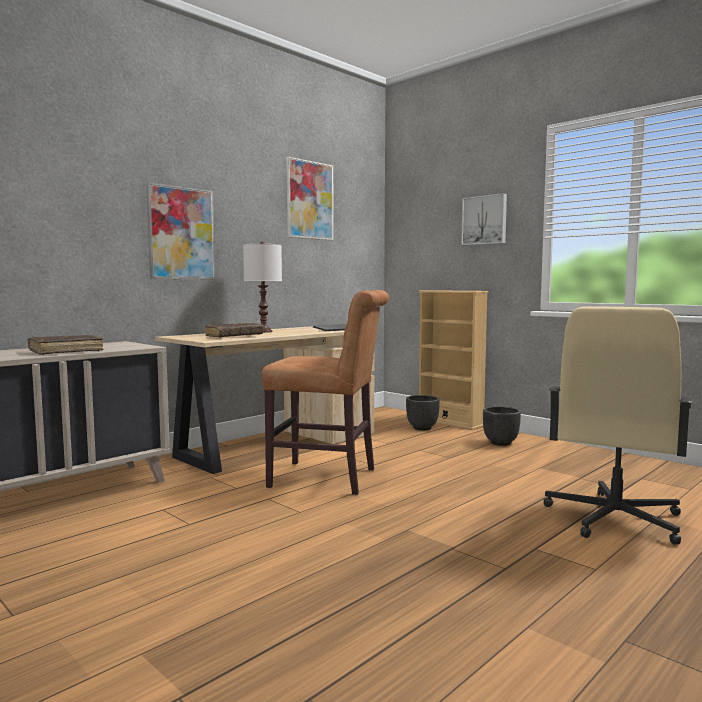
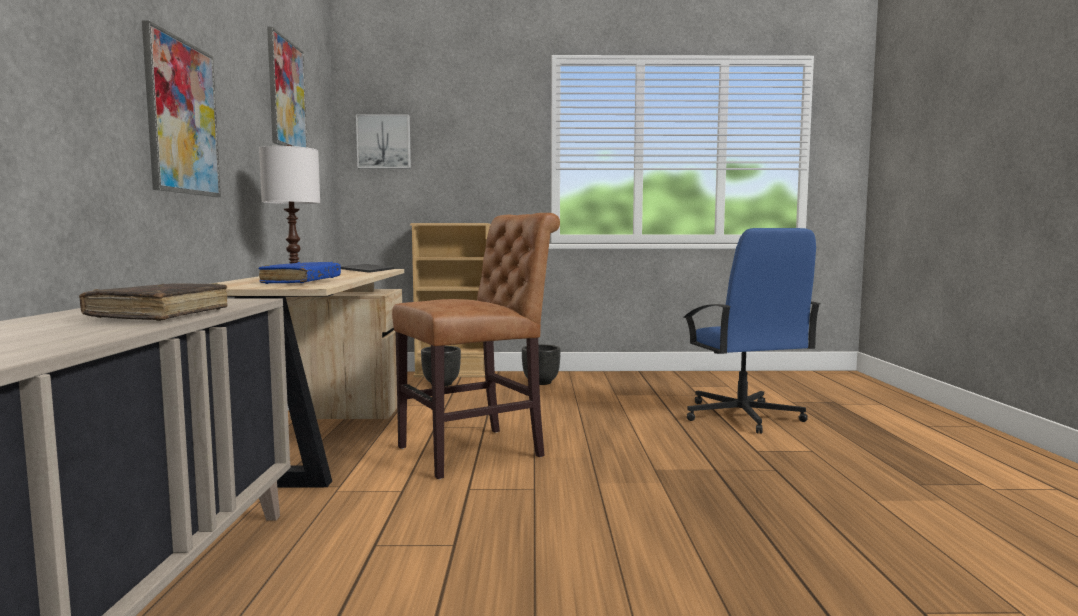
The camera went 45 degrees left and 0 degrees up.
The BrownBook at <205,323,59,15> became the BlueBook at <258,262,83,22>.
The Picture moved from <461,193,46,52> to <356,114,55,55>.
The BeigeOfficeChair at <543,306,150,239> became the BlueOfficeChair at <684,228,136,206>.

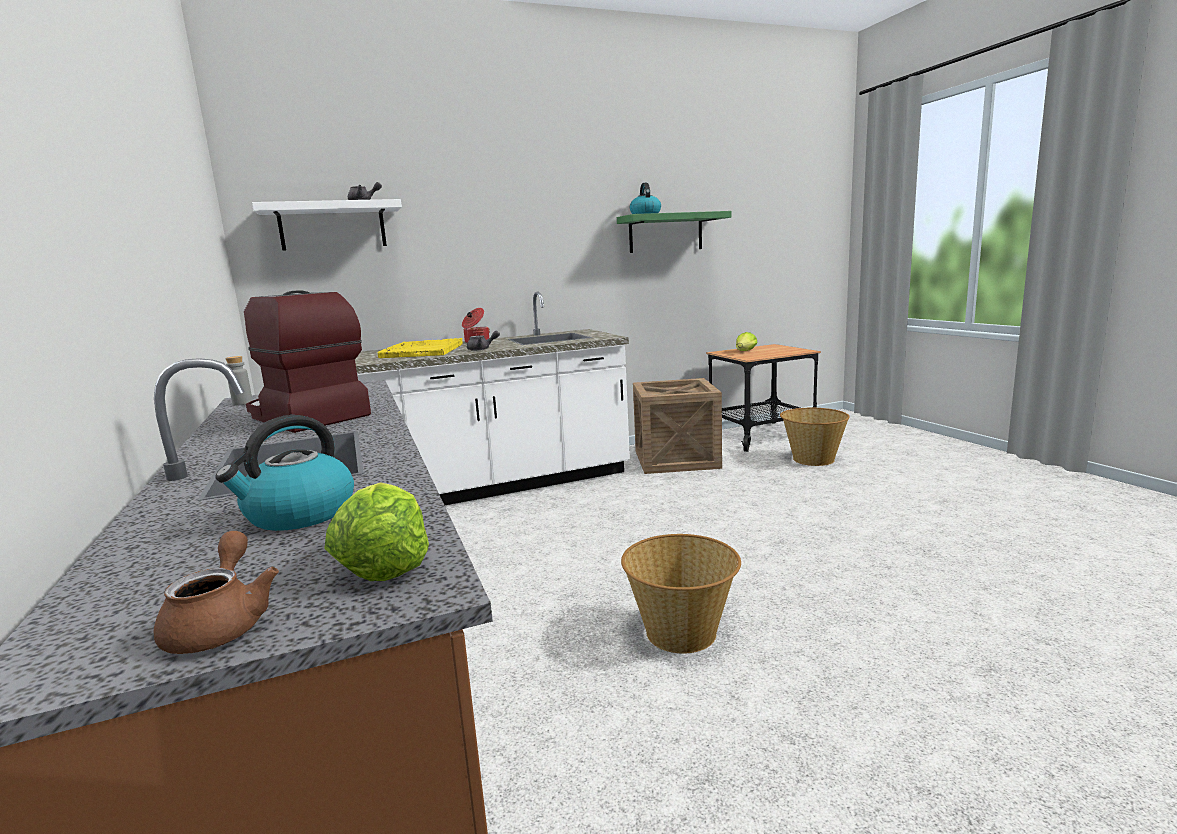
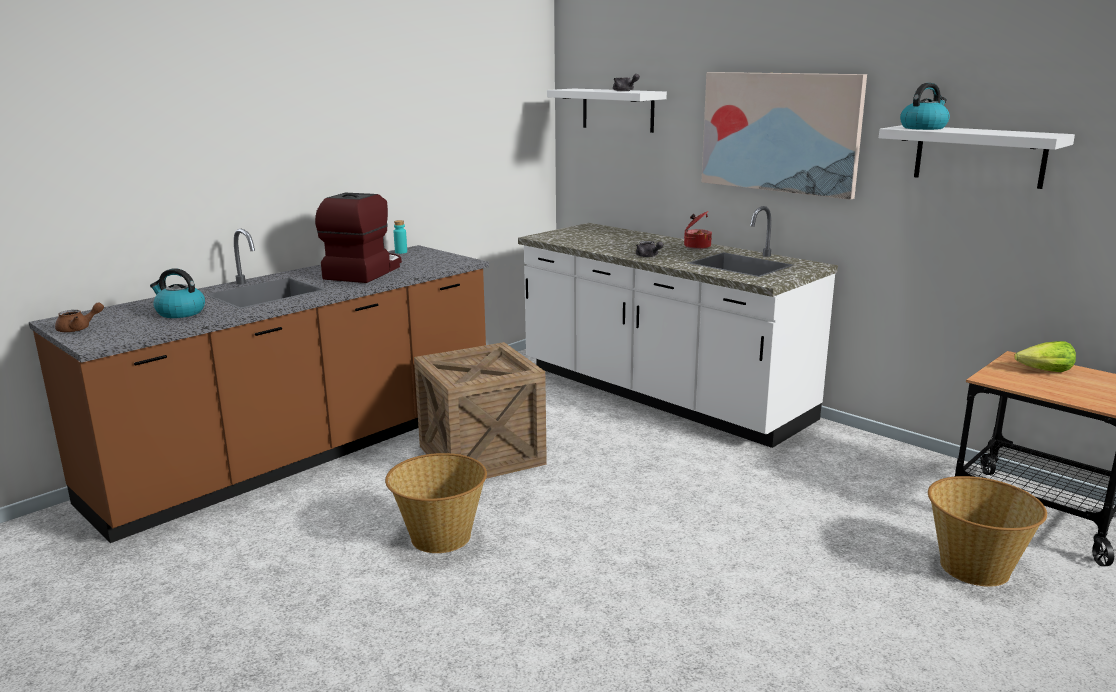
The camera went 65 degrees right and 5 degrees up.
The GreyBottle at <225,356,28,50> became the TurquoiseBottle at <394,220,13,34>.
The Lettuce at <324,482,105,99> disappeared.
The YellowTray at <378,338,85,20> disappeared.
The GreenShelf at <617,211,114,42> became the WhiteShelf at <879,125,196,64>.
The Crate moved from <633,378,89,96> to <414,342,133,137>.
The Picture at <702,72,165,128> appeared.

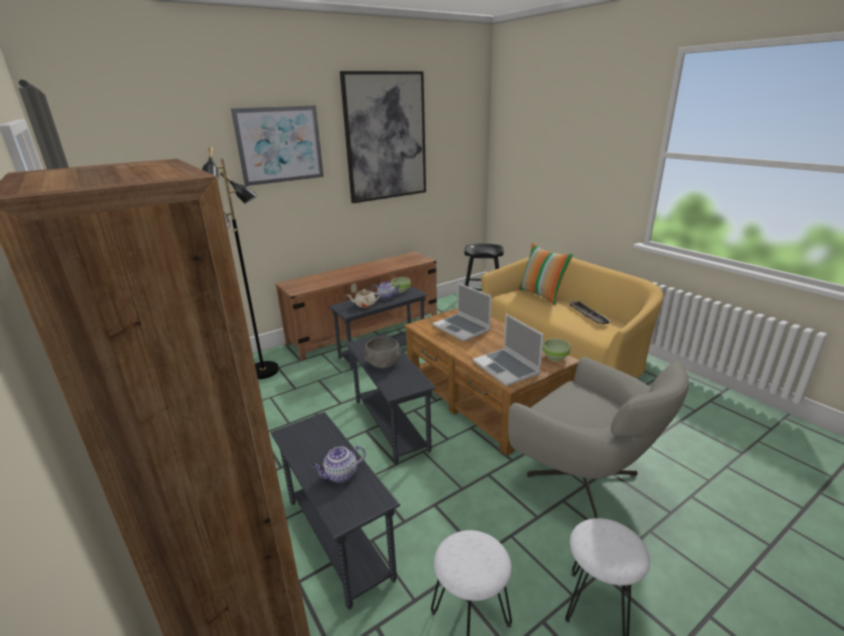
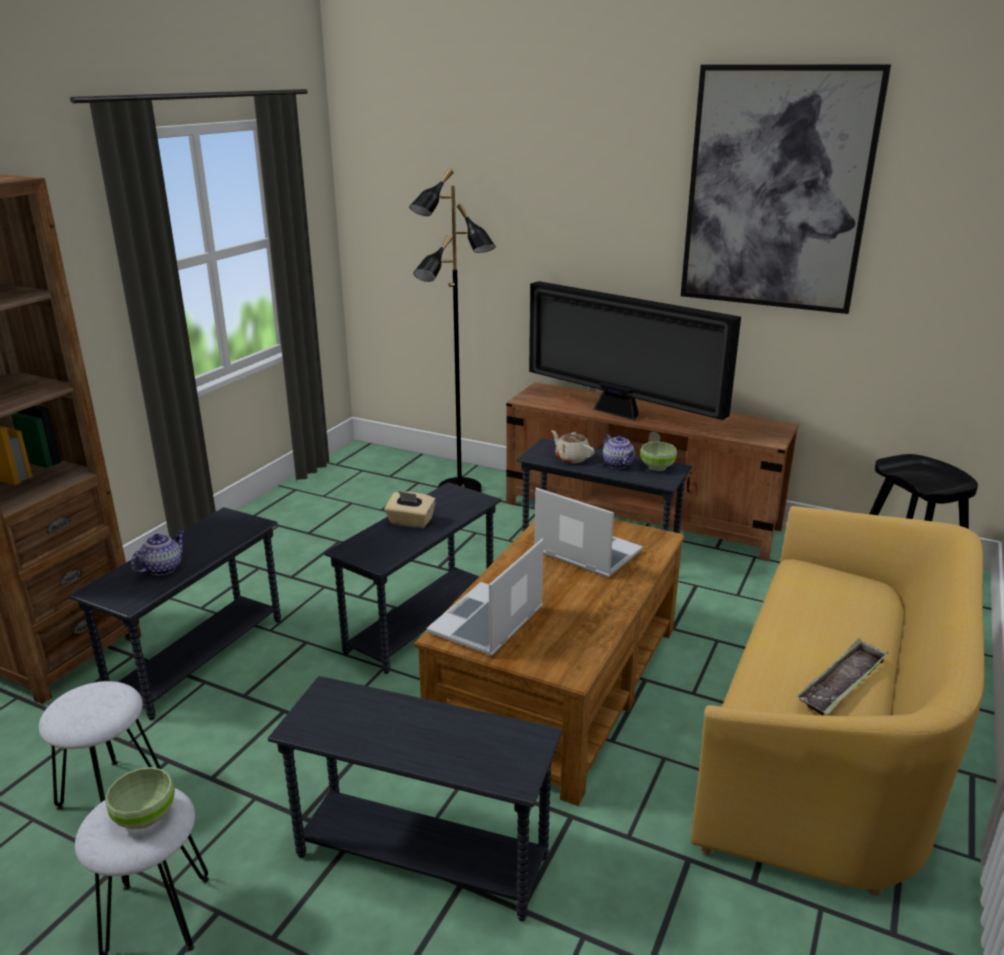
The camera went 60 degrees right and 0 degrees up.
The Picture at <231,105,93,81> disappeared.
The Teapot at <312,446,54,37> turned 90 degrees clockwise.
The GreyBowl at <364,337,37,32> was replaced by the BeigeTissueBox at <384,491,52,37>.
The Laptop at <432,283,60,58> turned 105 degrees clockwise.
The GreyArmchair at <508,357,181,161> was replaced by the GreySideTable at <268,676,294,245>.
The Pillow at <518,243,55,62> disappeared.
The GreenBowl moved from <543,339,28,22> to <105,767,70,62>.
The Television at <529,281,212,140> appeared.

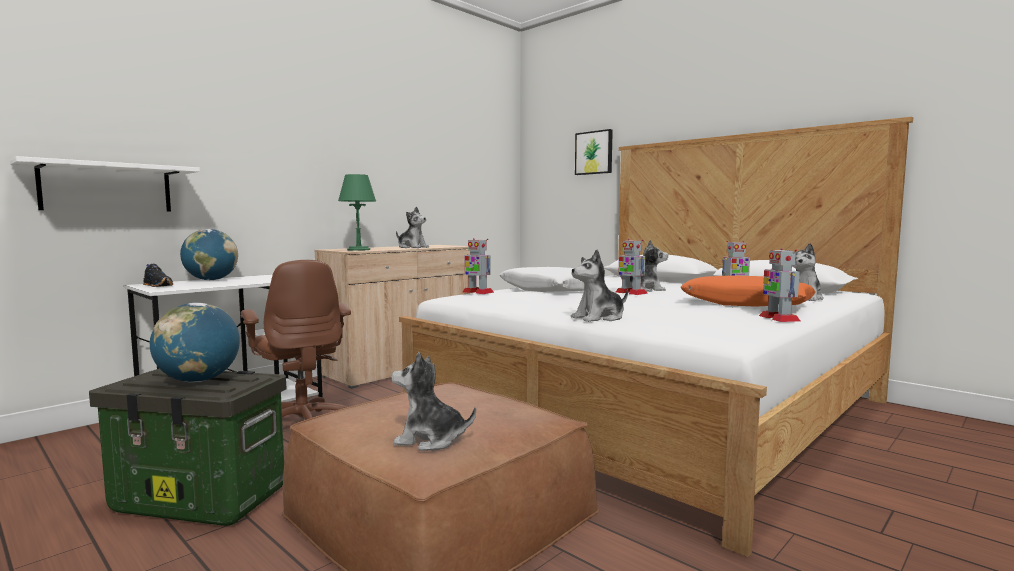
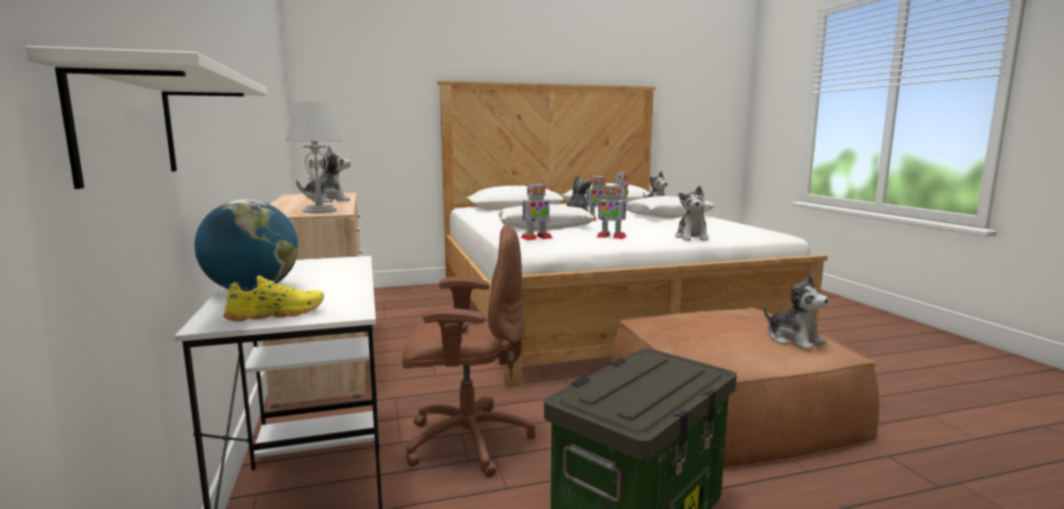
The camera went 60 degrees left and 5 degrees up.
The BlackShoe at <143,264,30,23> became the YellowShoe at <222,275,102,47>.
The Globe at <150,303,90,79> disappeared.
The GreenTableLamp at <338,174,38,77> became the GreyTableLamp at <286,102,56,111>.
The PlushToy at <391,352,85,99> turned 75 degrees counterclockwise.
The Picture at <575,129,38,46> disappeared.
The OrangePillow at <681,276,135,31> became the WhitePillow at <626,196,89,23>.
The ToyRobot moved from <759,248,41,74> to <597,184,30,55>.

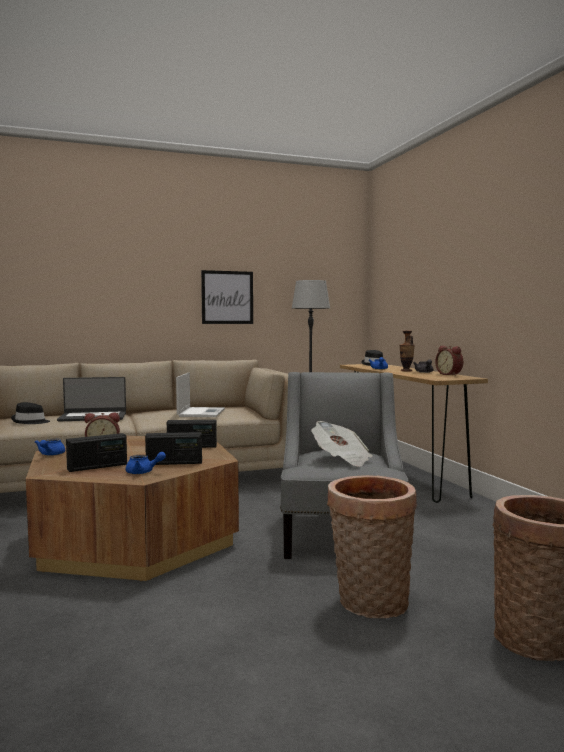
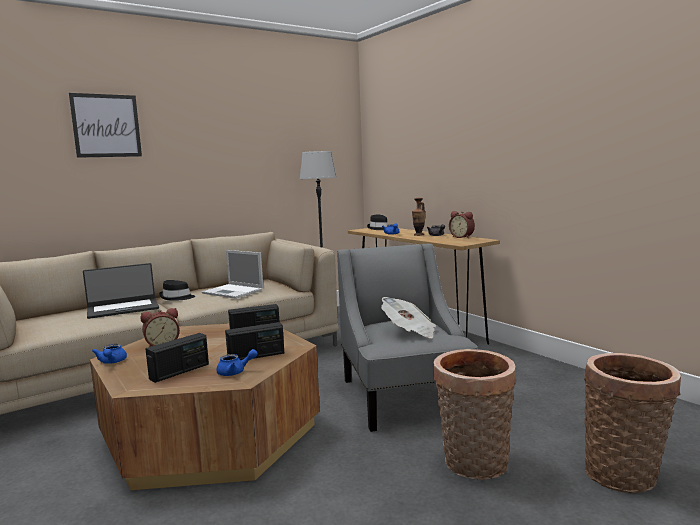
The camera went 15 degrees left and 5 degrees up.
The BlackHat moved from <11,402,39,22> to <159,280,36,20>.
The Laptop at <176,372,49,45> turned 135 degrees clockwise.
The Picture moved from <201,270,52,54> to <69,93,73,65>.

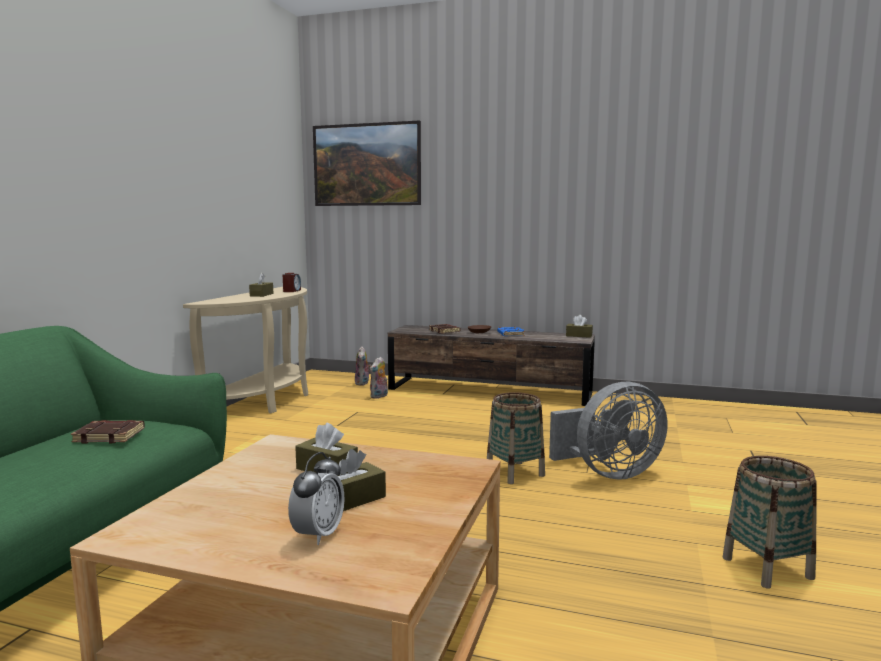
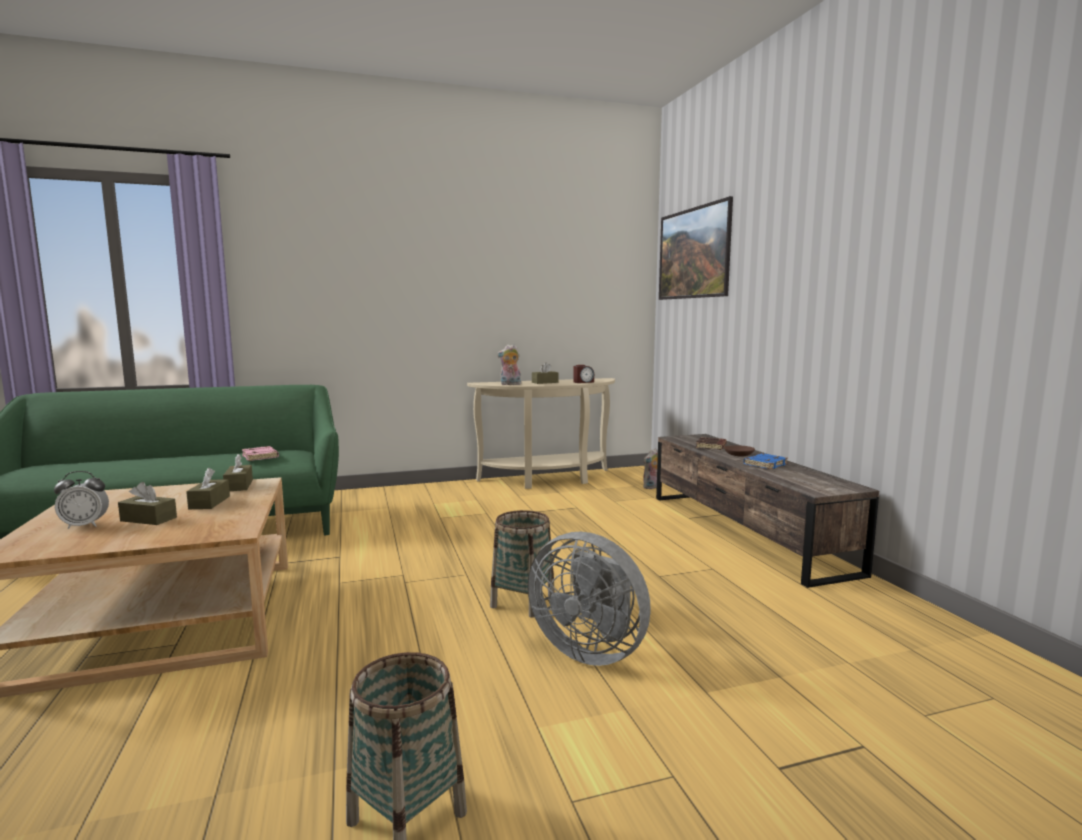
The camera went 55 degrees right and 0 degrees up.
The BrownBook at <71,420,74,23> became the PinkBook at <242,446,37,15>.
The PlushToy moved from <370,357,18,42> to <497,344,25,41>.
The BrownTissueBox moved from <566,315,27,23> to <223,454,30,37>.

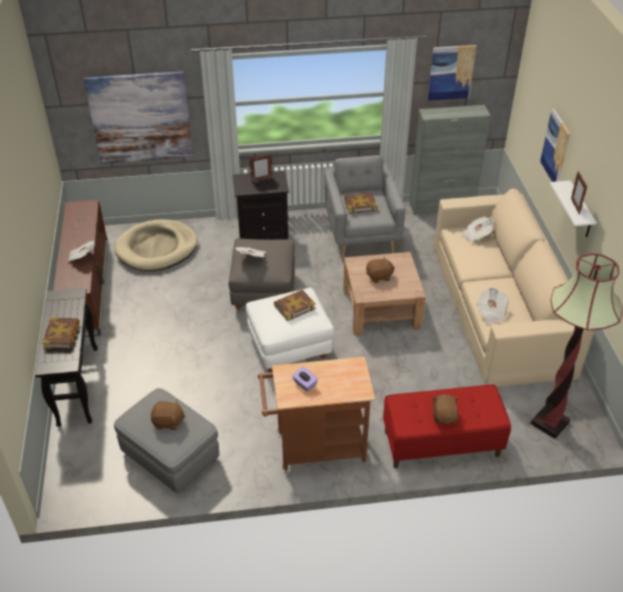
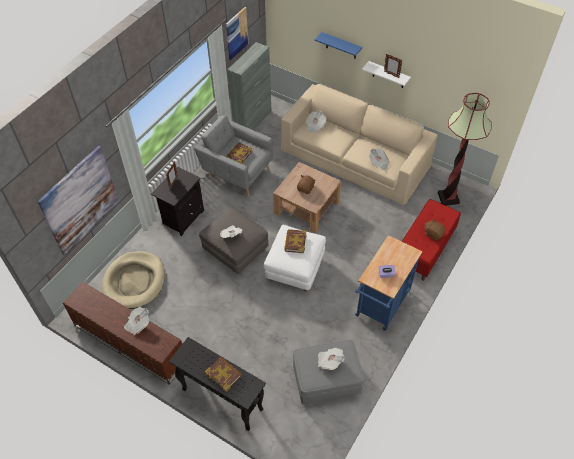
The camera went 50 degrees left and 10 degrees up.
The BrownPlushToy at <151,400,35,30> was replaced by the Newspaper at <318,347,26,23>.
The BrownCart at <258,357,117,114> became the BlueCart at <355,235,68,96>.
The Picture at <540,109,30,73> was replaced by the BlueShelf at <315,32,47,27>.

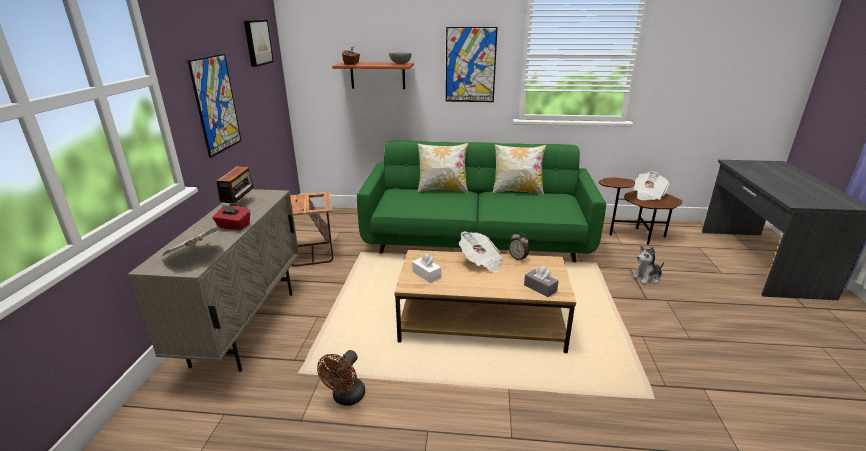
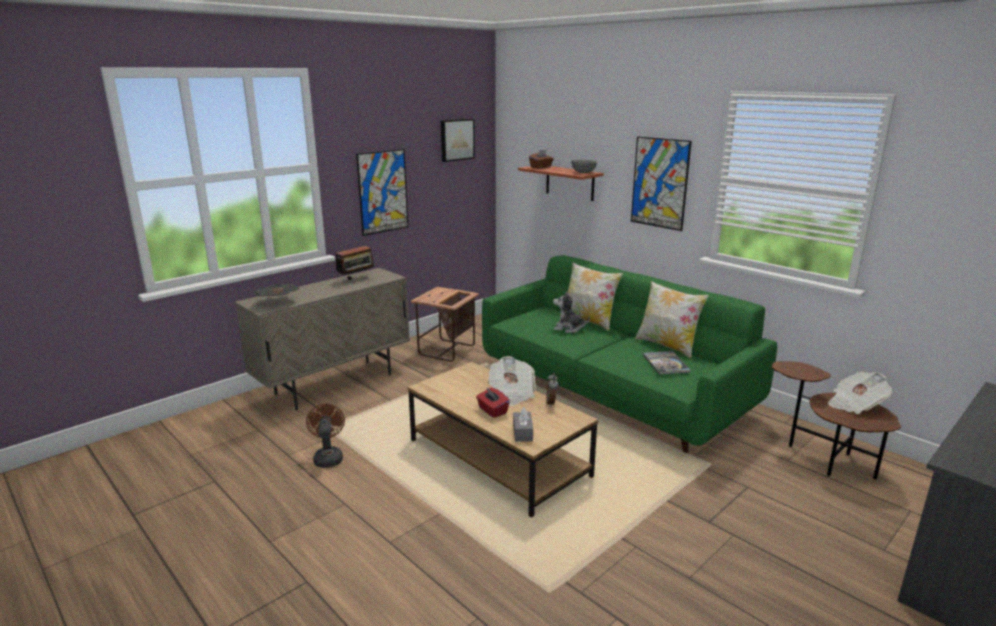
The camera went 40 degrees right and 5 degrees down.
The RedTissueBox moved from <212,205,38,26> to <476,387,34,31>.
The BrownFan at <317,350,48,56> turned 105 degrees clockwise.
The WhiteTissueBox at <412,254,29,29> disappeared.
The PlushToy moved from <631,245,33,40> to <553,292,37,41>.
The Book at <643,351,48,23> appeared.

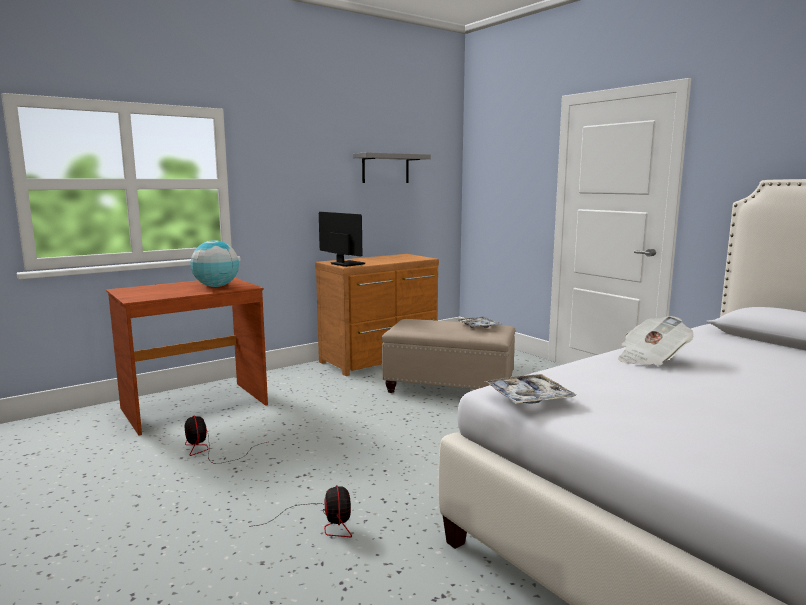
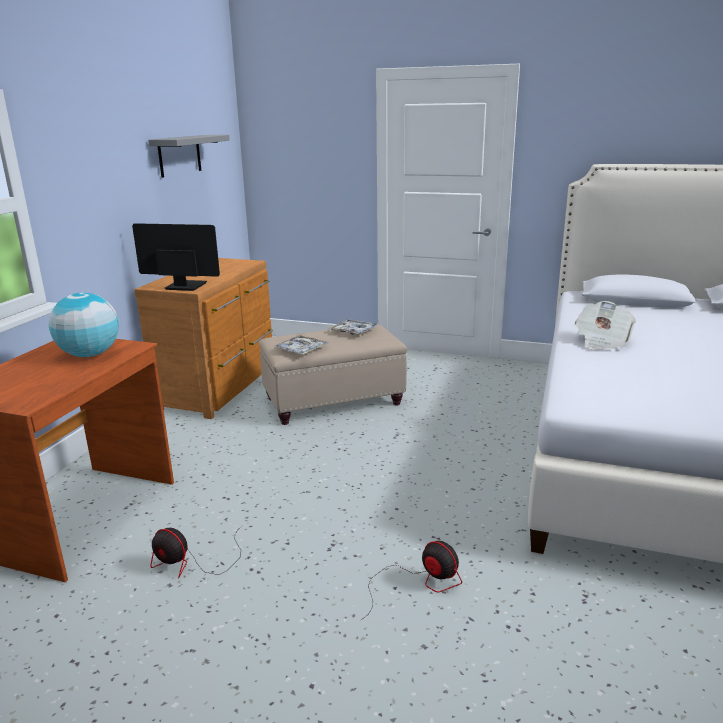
The camera went 35 degrees left and 10 degrees up.
The Tray moved from <485,374,91,30> to <274,335,54,19>.

